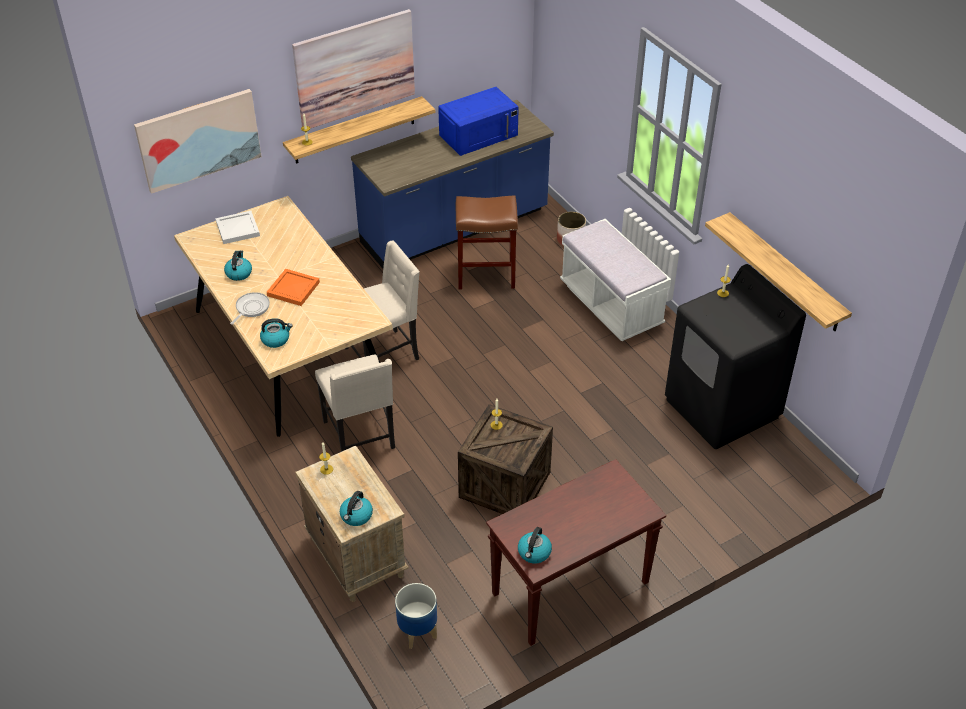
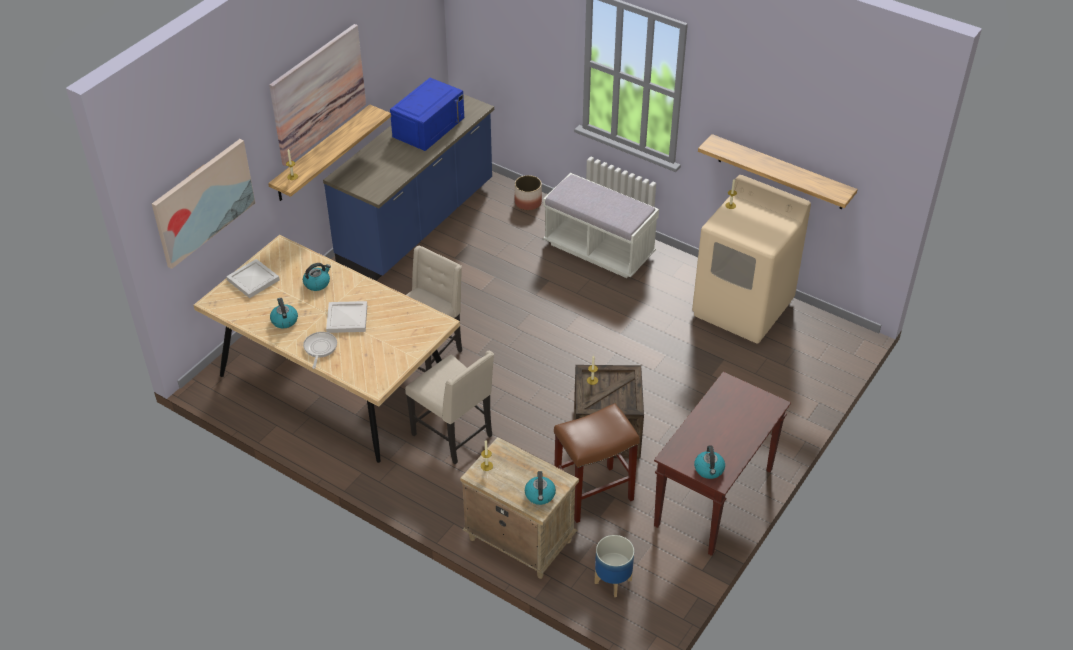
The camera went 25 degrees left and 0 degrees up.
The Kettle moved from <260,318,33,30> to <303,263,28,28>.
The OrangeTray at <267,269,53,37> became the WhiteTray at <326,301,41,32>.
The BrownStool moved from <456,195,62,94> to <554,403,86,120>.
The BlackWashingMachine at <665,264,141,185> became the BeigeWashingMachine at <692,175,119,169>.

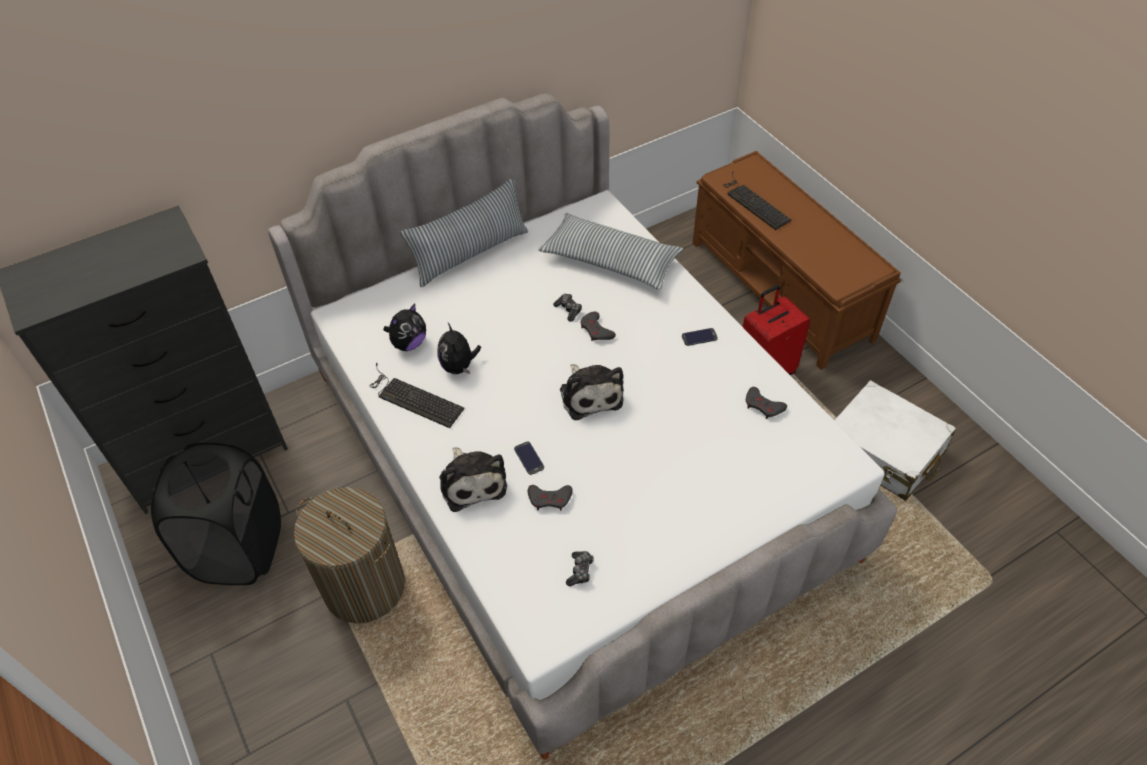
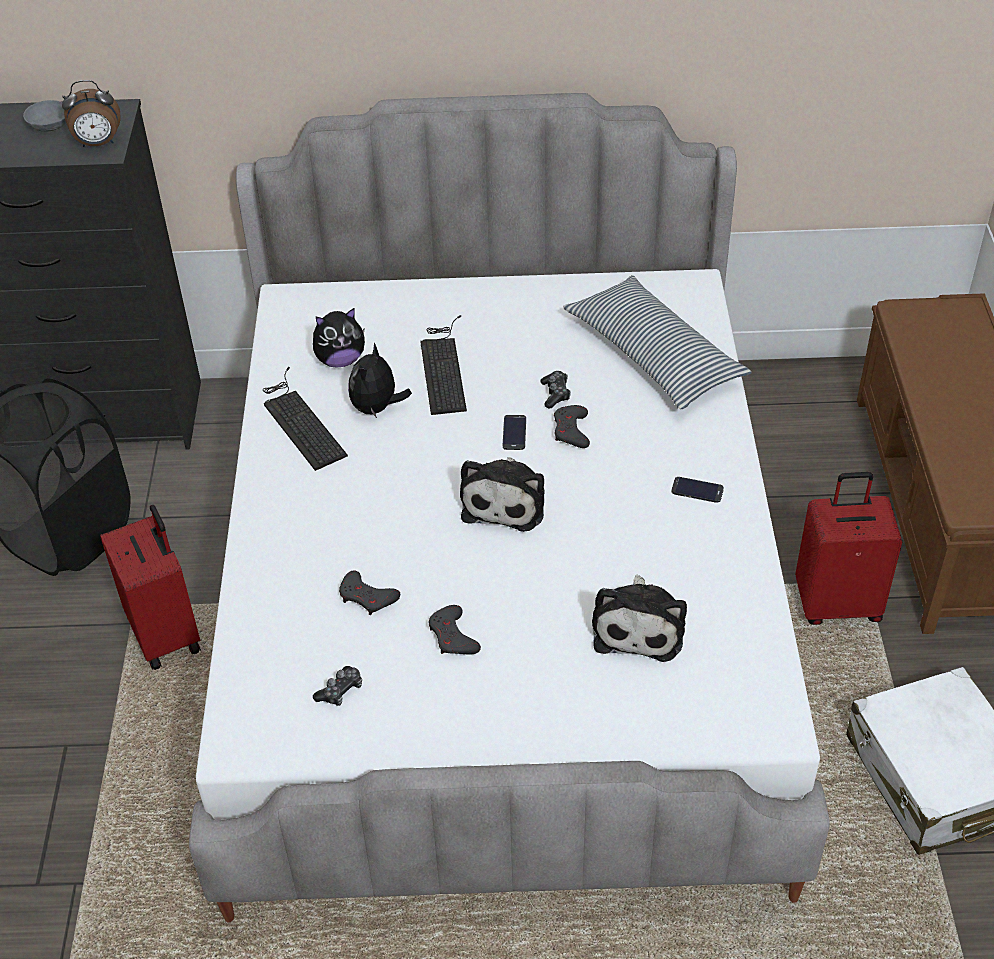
The camera went 30 degrees right and 5 degrees down.
The LaundryBasket at <294,487,111,137> was replaced by the RedSuitcase at <100,505,101,165>.
The Pillow at <401,179,127,108> disappeared.
The PlushToy moved from <439,447,68,65> to <592,575,95,87>.
The Phone moved from <514,441,30,34> to <503,415,23,35>.
The Keyboard moved from <723,172,69,58> to <420,315,47,100>.
The GreyGameController moved from <746,387,41,32> to <429,605,52,49>.
The GreyBowl at <23,100,43,32> appeared.
The AlarmClock at <62,80,59,67> appeared.

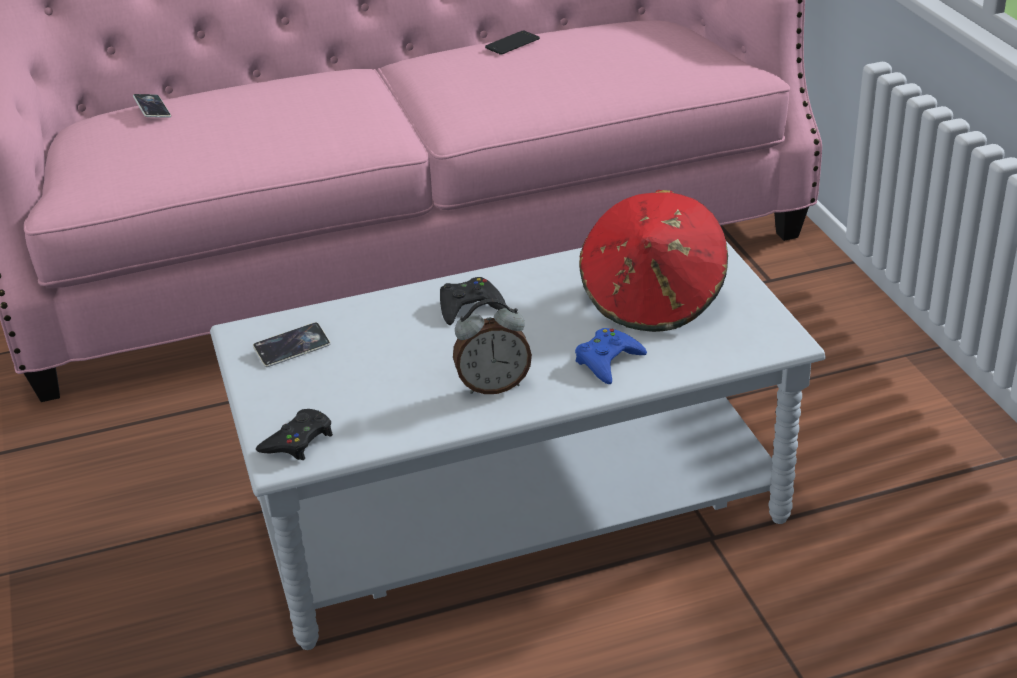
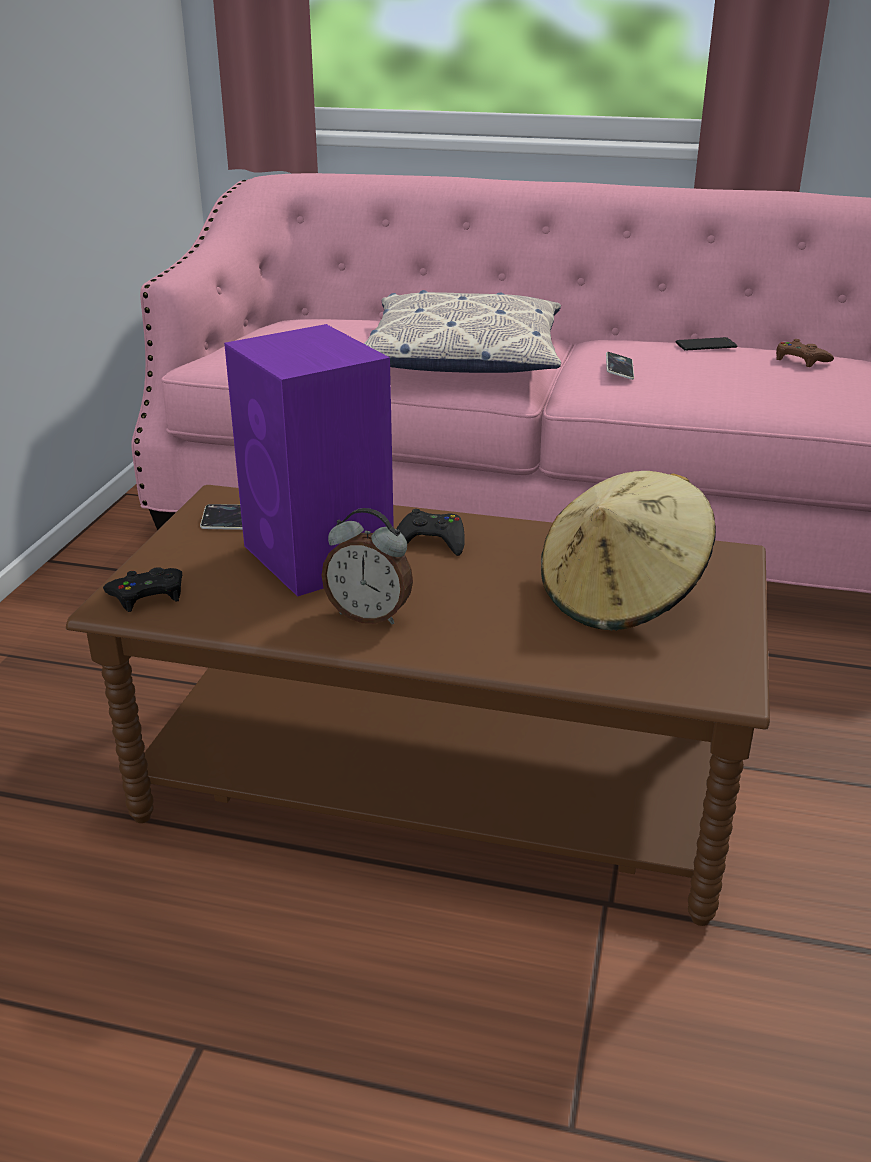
The camera went 30 degrees right and 5 degrees down.
The Phone moved from <133,94,38,24> to <606,352,28,28>.
The GreyCoffeeTable at <210,241,615,409> became the BrownCoffeeTable at <66,485,704,441>.
The BlueGameController at <575,328,72,56> disappeared.
The RedHat at <579,190,149,142> became the BeigeHat at <541,471,175,160>.
The PurpleSpeaker at <224,324,170,273> appeared.
The Pillow at <364,290,197,83> appeared.
The BrownGameController at <776,339,58,28> appeared.

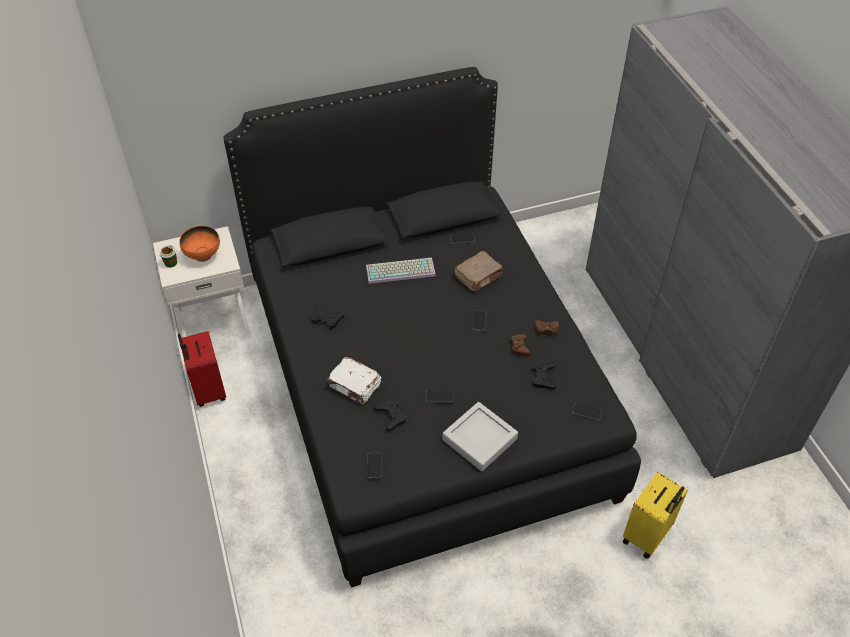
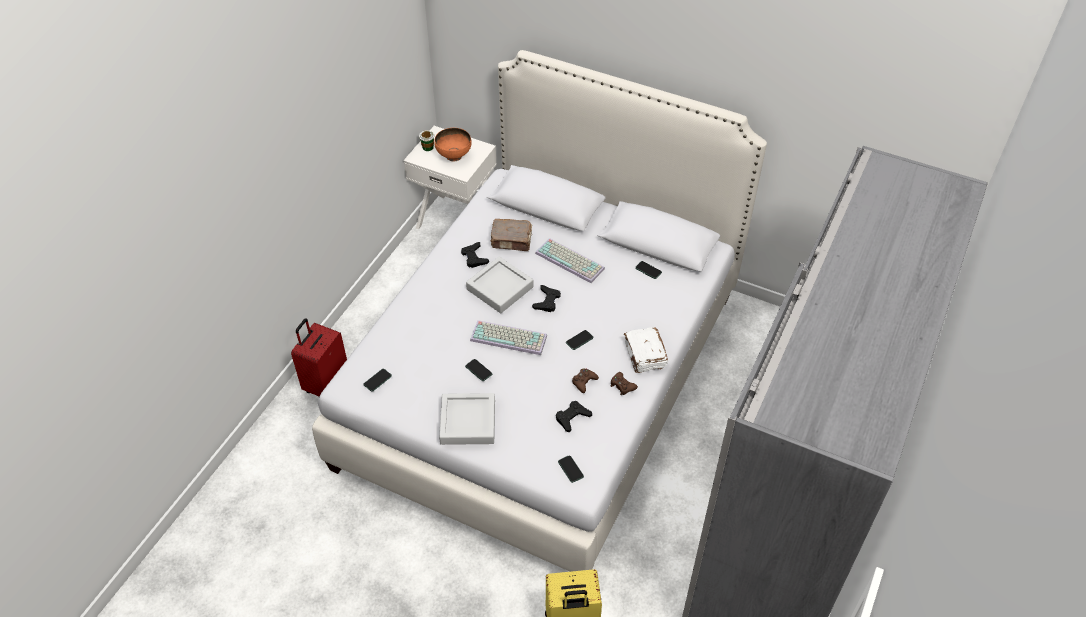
The camera went 45 degrees right and 0 degrees up.
The RedSuitcase moved from <178,331,48,76> to <291,319,56,78>.
The BlackBed at <223,67,418,521> became the WhiteBed at <312,50,455,522>.
The WhiteBook moved from <327,357,54,48> to <624,327,44,46>.
The BlackGameController moved from <373,399,34,32> to <532,285,29,27>.
The BrownBook moved from <455,251,48,41> to <490,219,42,32>.
The GreyTray at <466,257,67,56> appeared.
The Keyboard at <470,320,77,35> appeared.

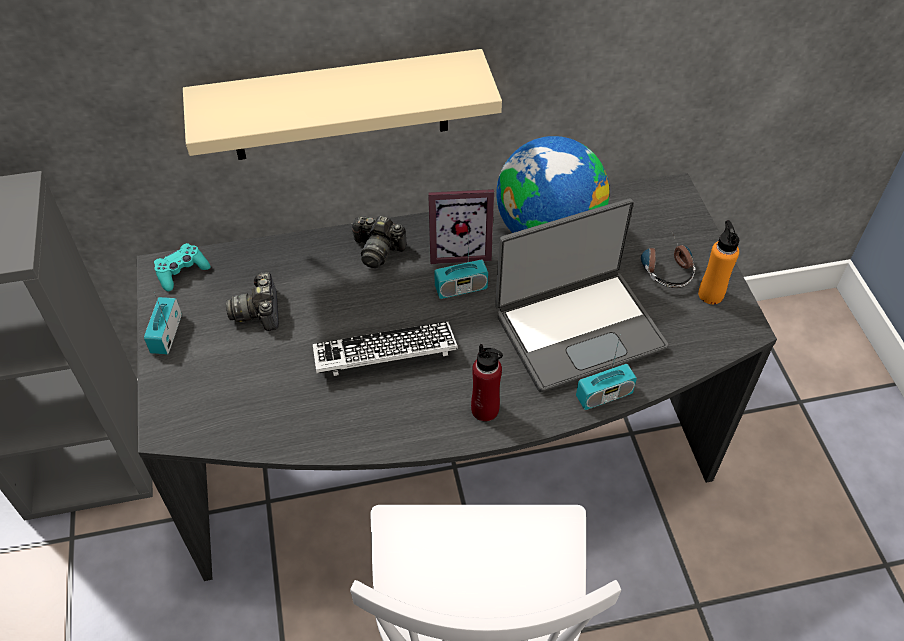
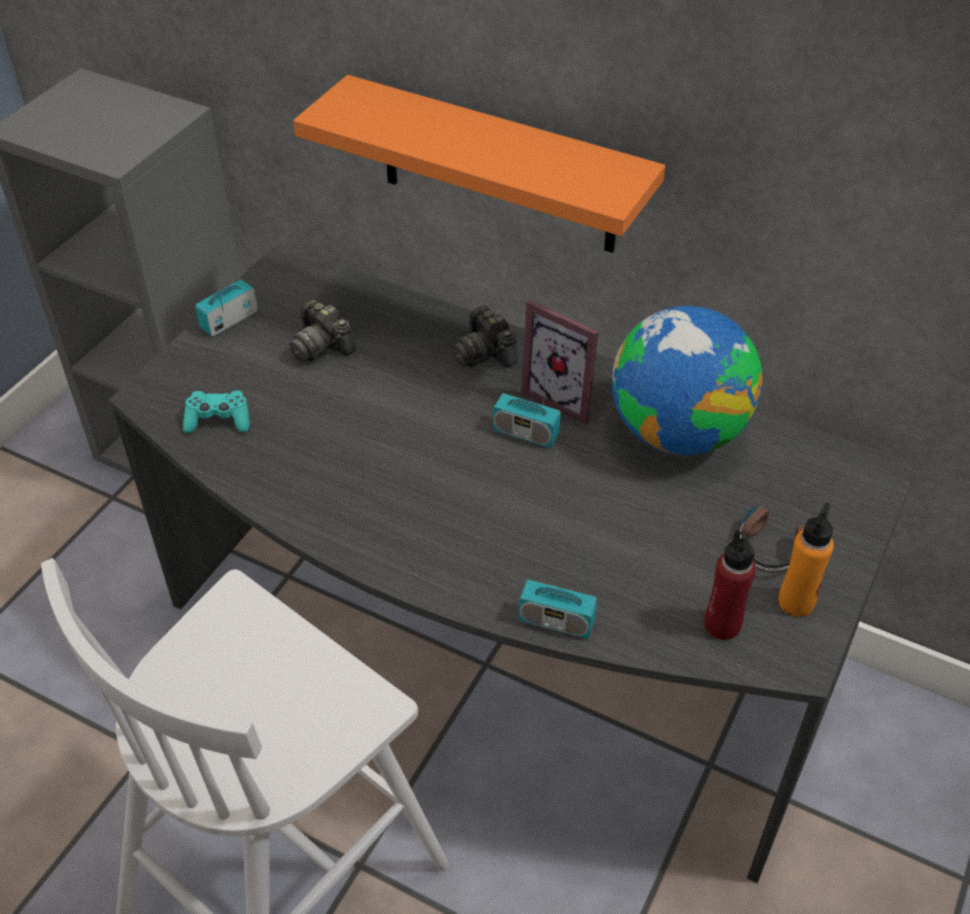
The camera went 40 degrees right and 5 degrees down.
The TurquoiseGameController moved from <154,243,57,49> to <183,391,67,42>.
The BeigeShelf at <183,49,319,111> became the OrangeShelf at <293,75,372,178>.
The PhotoCamera at <226,272,53,59> turned 75 degrees counterclockwise.
The Keyboard at <313,322,145,54> disappeared.
The RedBottle moved from <471,344,32,77> to <704,529,52,111>.
The Laptop at <495,199,173,193> disappeared.

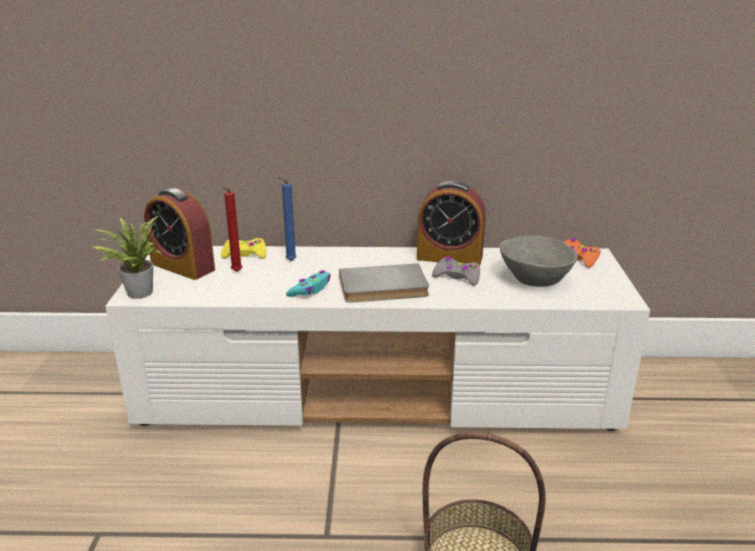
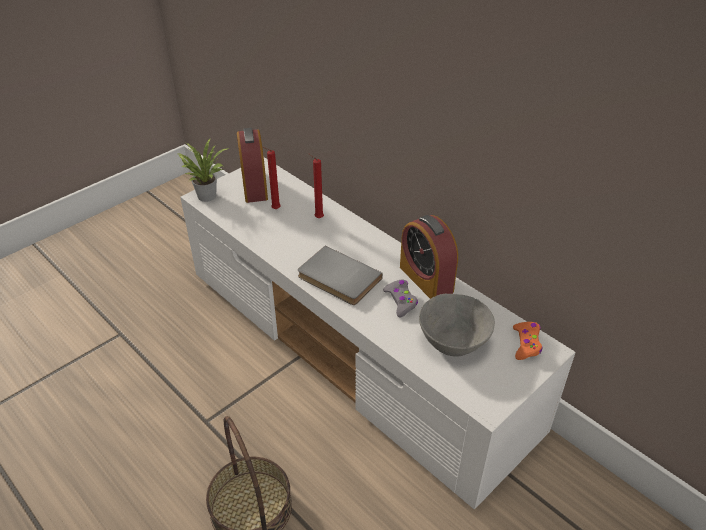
The camera went 45 degrees right and 15 degrees up.
The YellowGameController at <221,238,45,21> disappeared.
The BlueCandle at <278,177,19,84> became the RedCandle at <309,154,15,64>.
The TurquoiseGameController at <286,270,45,27> disappeared.

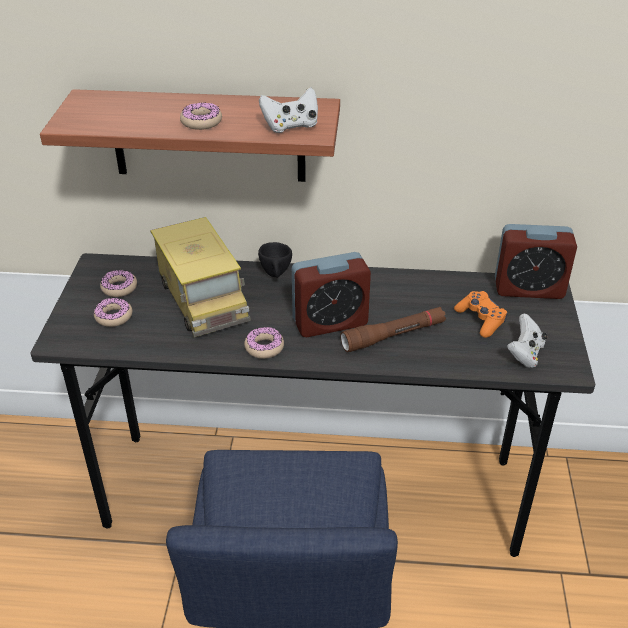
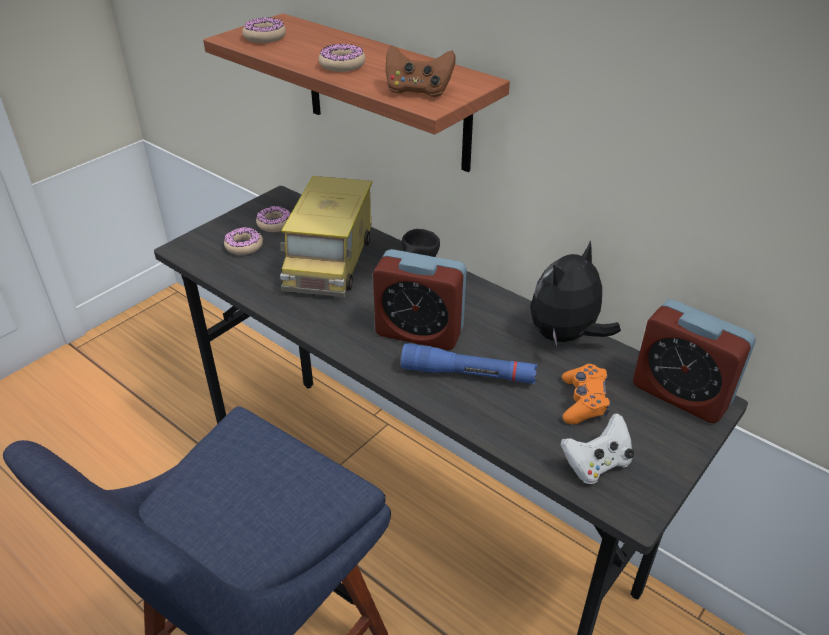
The camera went 35 degrees right and 0 degrees up.
The Donut moved from <244,327,40,32> to <242,17,44,26>.
The WhiteGameController at <259,87,59,46> became the BrownGameController at <386,46,70,51>.
The BrownFlashlight at <340,307,106,45> became the BlueFlashlight at <401,343,136,41>.
The PlushToy at <530,240,91,106> appeared.

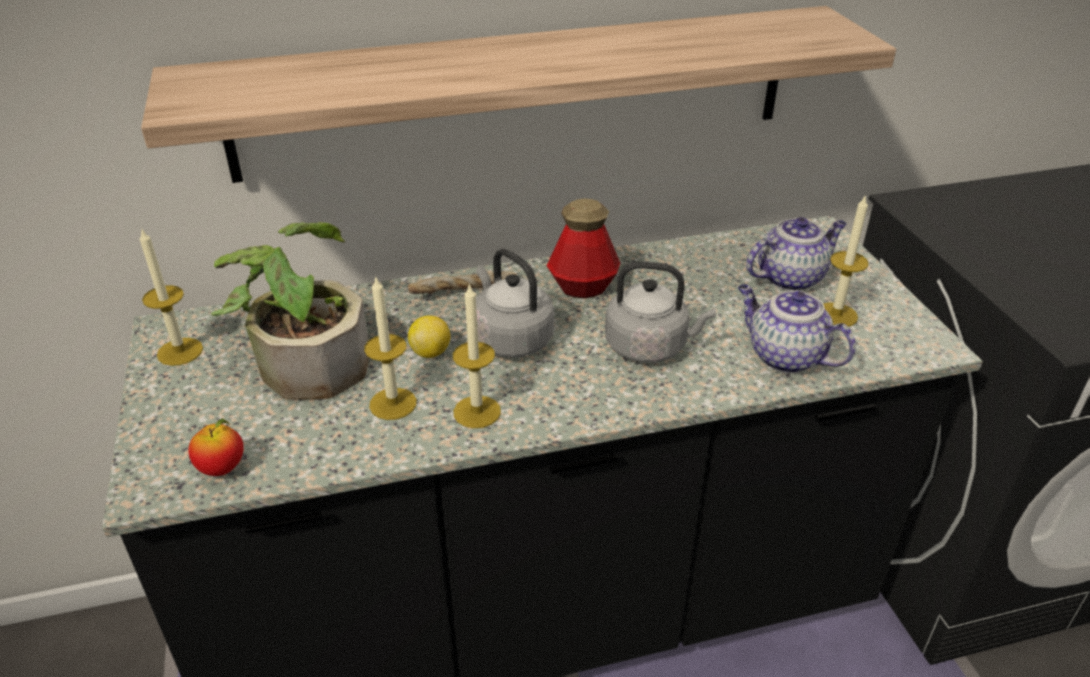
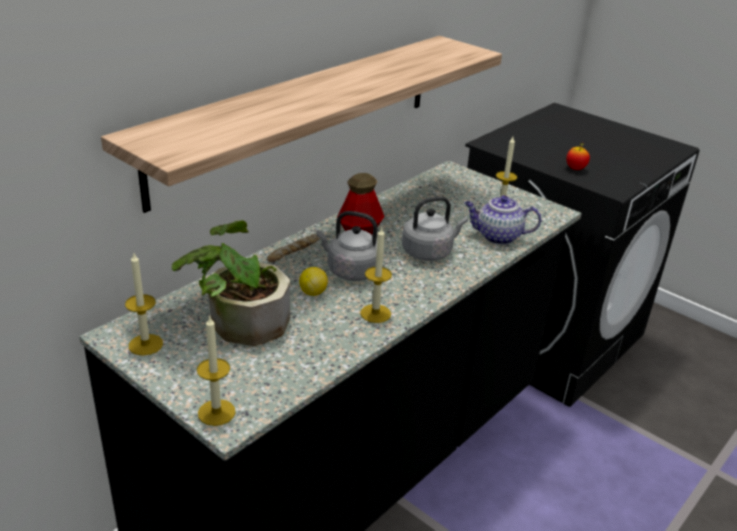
The camera went 35 degrees left and 5 degrees down.
The Apple moved from <188,419,56,57> to <566,143,24,27>.
The Candle moved from <364,276,53,144> to <197,315,39,111>.
The Teapot at <746,217,101,74> disappeared.

